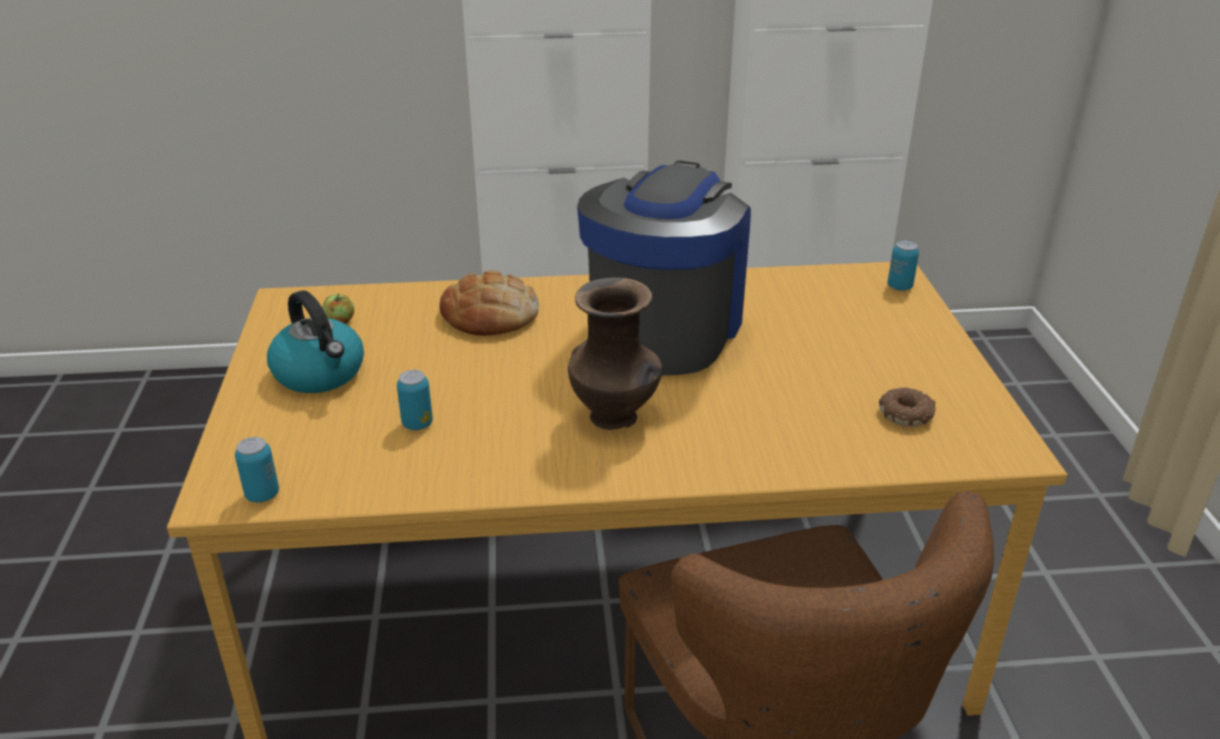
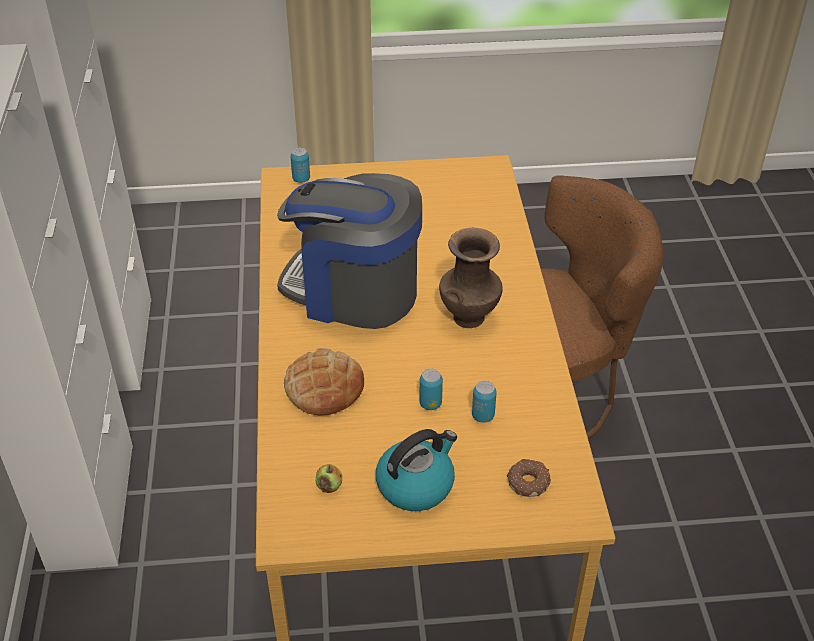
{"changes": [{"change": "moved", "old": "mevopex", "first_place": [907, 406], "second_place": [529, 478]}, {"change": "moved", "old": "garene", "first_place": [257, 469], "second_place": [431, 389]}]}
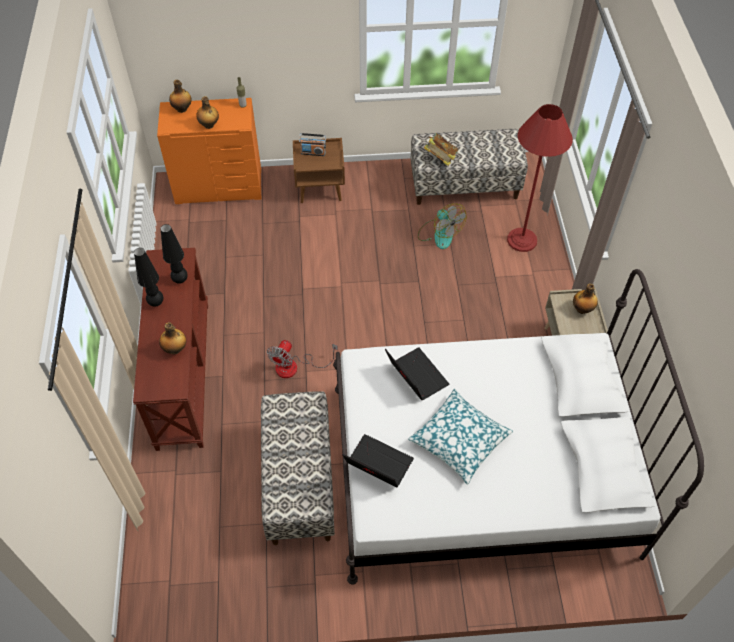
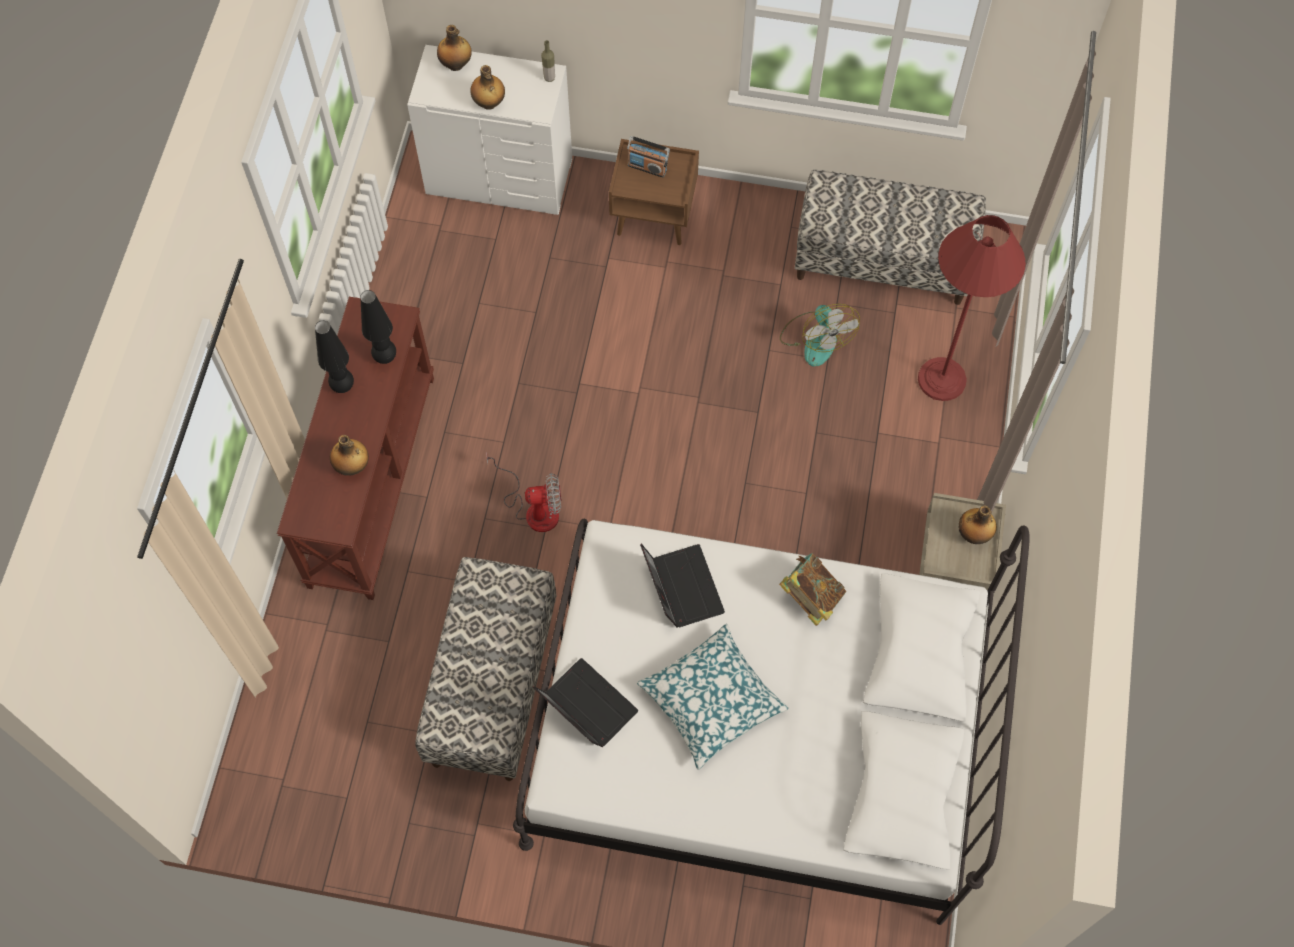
{"changes": [{"change": "recoloured", "old": "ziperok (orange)", "new": "ziperok (white)", "first_place": [209, 151], "second_place": [489, 130]}, {"change": "moved", "old": "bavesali", "first_place": [441, 149], "second_place": [812, 589]}, {"change": "turned", "old": "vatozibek", "first_place": [302, 359], "second_place": [524, 491], "degrees": -135}]}
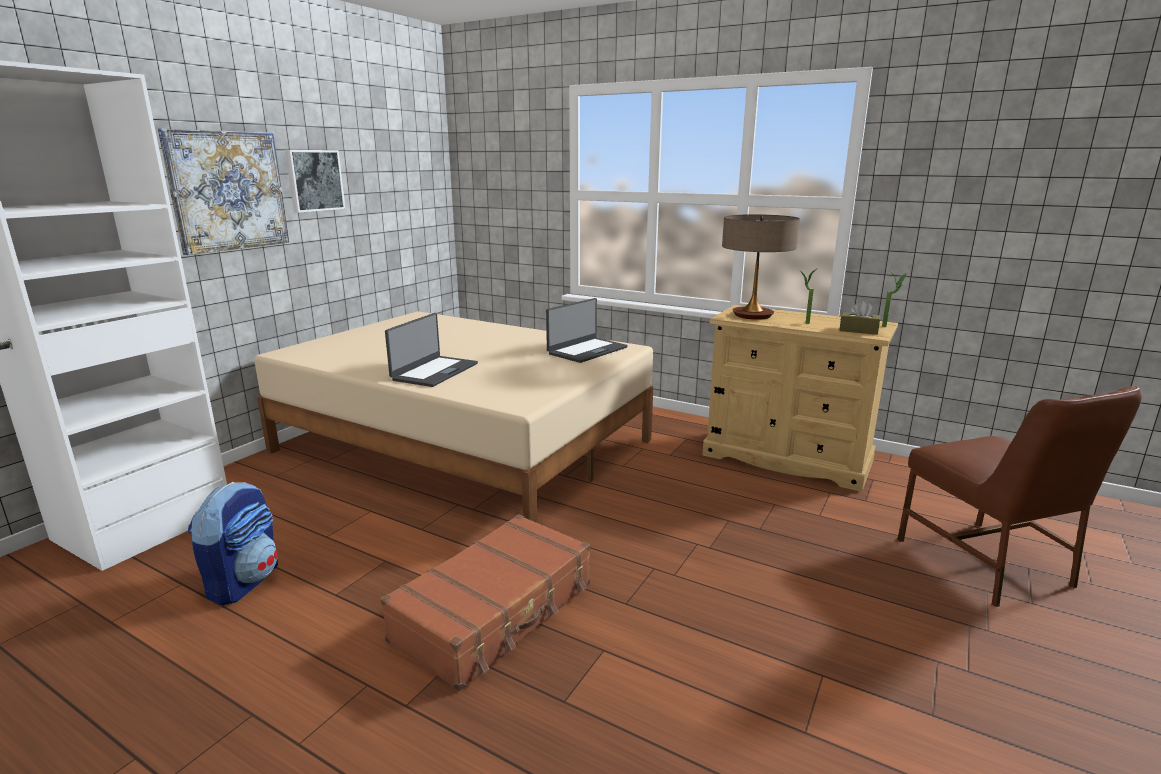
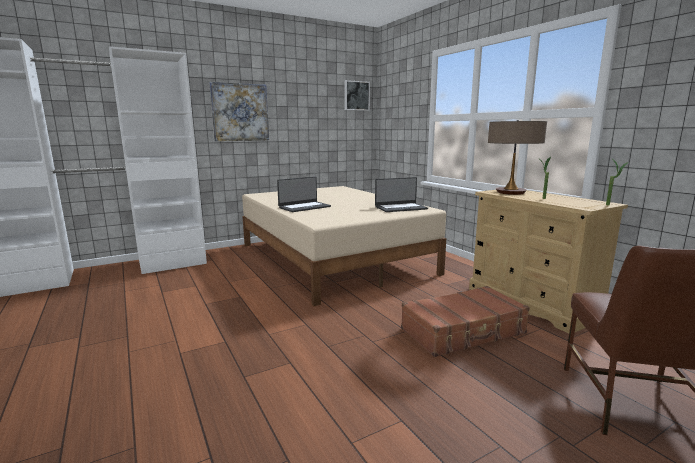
{"changes": [{"change": "moved", "old": "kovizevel", "first_place": [315, 181], "second_place": [357, 95]}, {"change": "removed", "old": "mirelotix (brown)", "first_place": [859, 318]}, {"change": "removed", "old": "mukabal", "first_place": [233, 544]}, {"change": "moved", "old": "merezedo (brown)", "first_place": [485, 602], "second_place": [465, 321]}]}
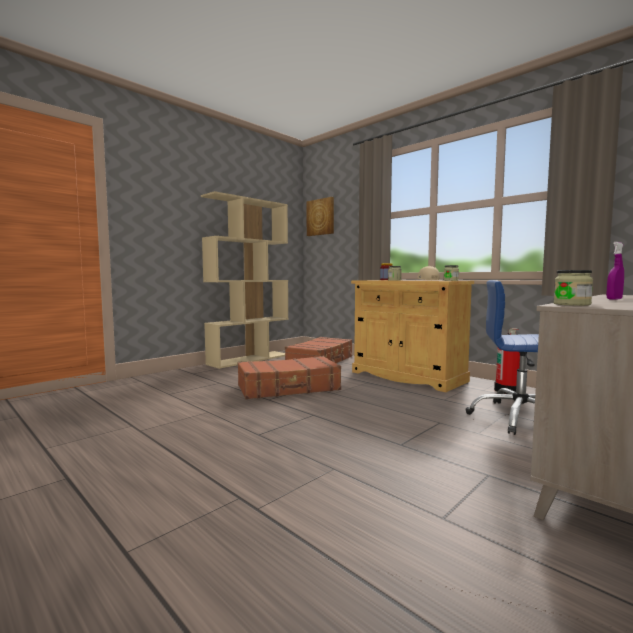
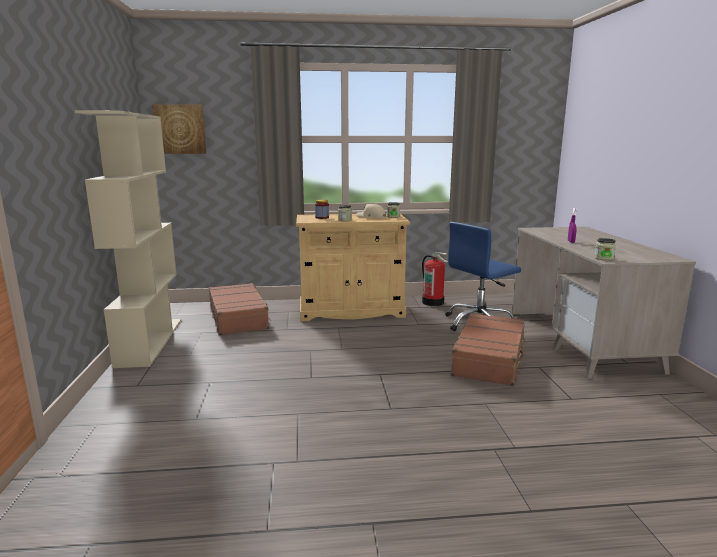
{"changes": [{"change": "moved", "old": "merezedo (brown)", "first_place": [289, 377], "second_place": [489, 349]}]}
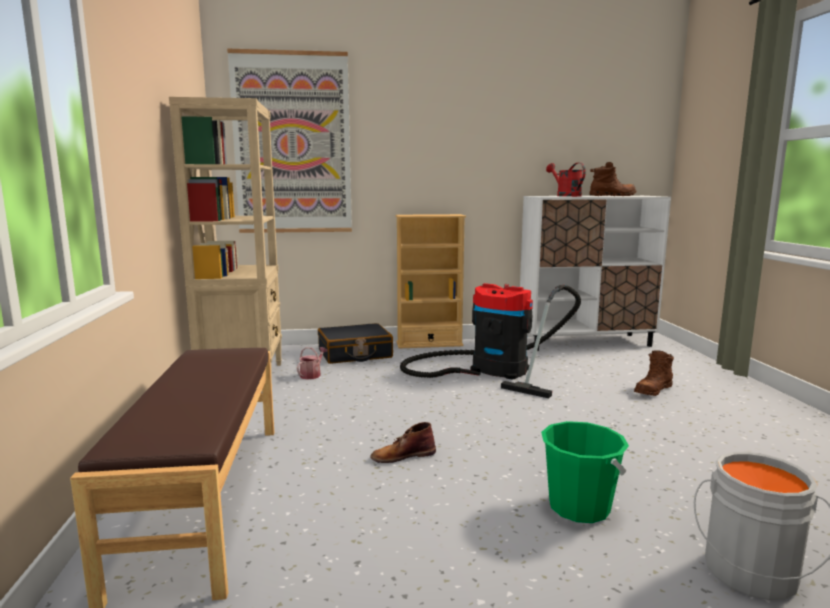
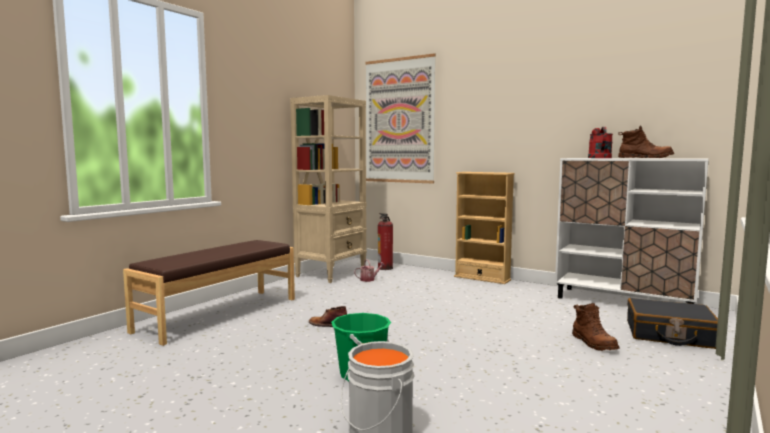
{"changes": [{"change": "removed", "old": "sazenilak", "first_place": [490, 340]}, {"change": "moved", "old": "merezedo (black)", "first_place": [355, 343], "second_place": [672, 323]}, {"change": "turned", "old": "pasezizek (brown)", "first_place": [654, 373], "second_place": [595, 327], "degrees": -105}, {"change": "added", "new": "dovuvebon", "second_place": [385, 241]}]}
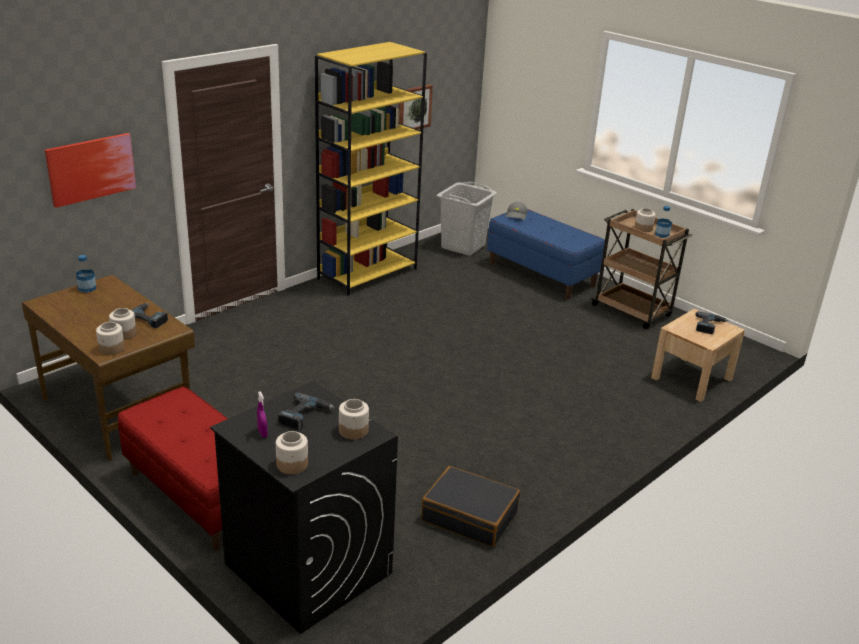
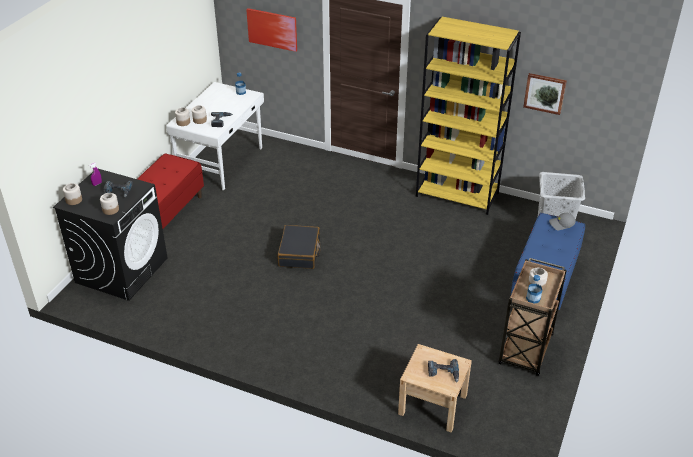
{"changes": [{"change": "recoloured", "old": "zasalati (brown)", "new": "zasalati (white)", "first_place": [108, 368], "second_place": [215, 136]}, {"change": "moved", "old": "merezedo (black)", "first_place": [470, 506], "second_place": [299, 247]}]}
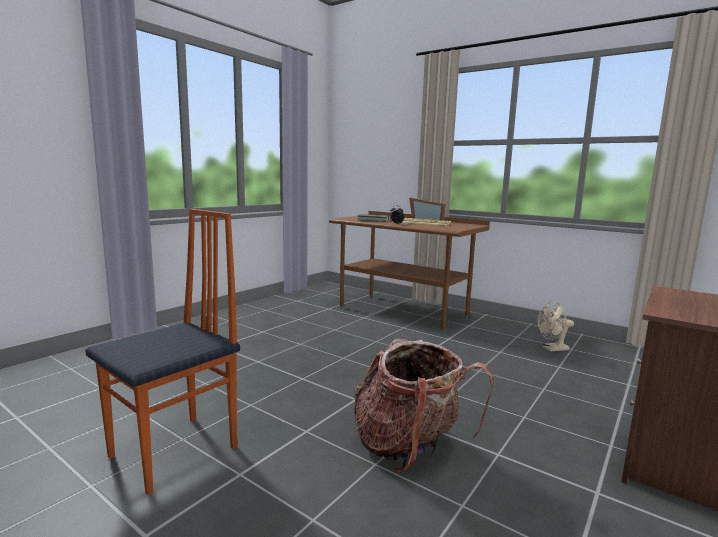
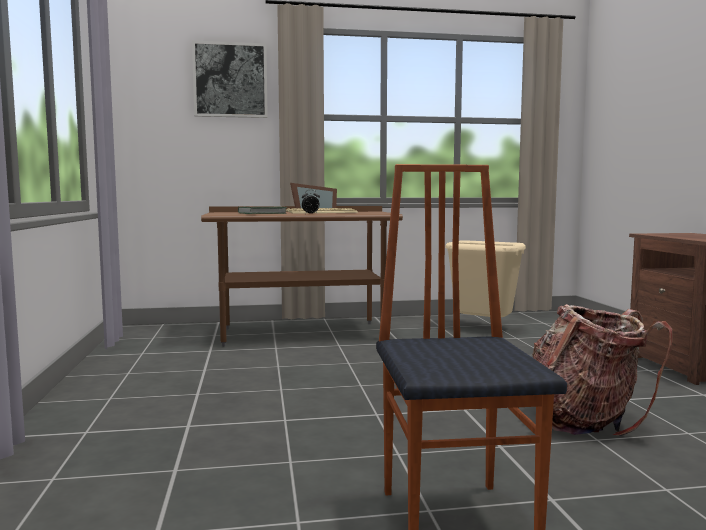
{"changes": [{"change": "replaced", "old": "vatozibek (beige)", "new": "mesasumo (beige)", "first_place": [556, 327], "second_place": [485, 278]}, {"change": "added", "new": "kovizevel", "second_place": [230, 79]}]}
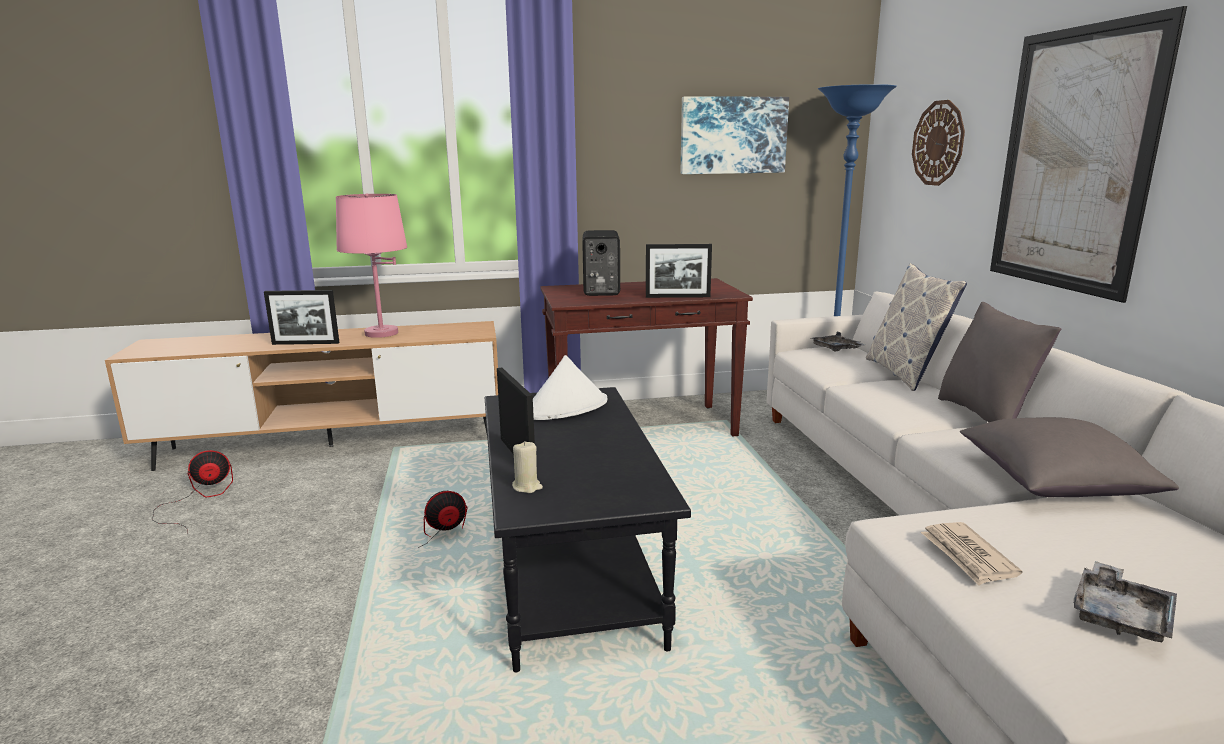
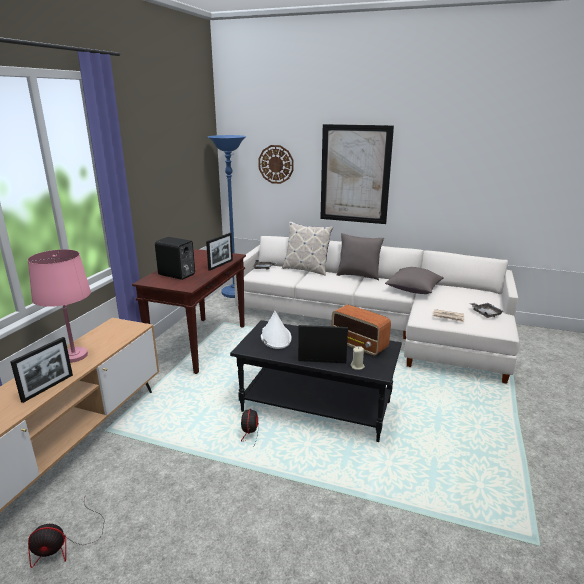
{"changes": [{"change": "removed", "old": "kovizevel", "first_place": [735, 135]}, {"change": "turned", "old": "vatozibek", "first_place": [192, 492], "second_place": [66, 533], "degrees": -105}, {"change": "added", "new": "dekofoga", "second_place": [361, 330]}]}
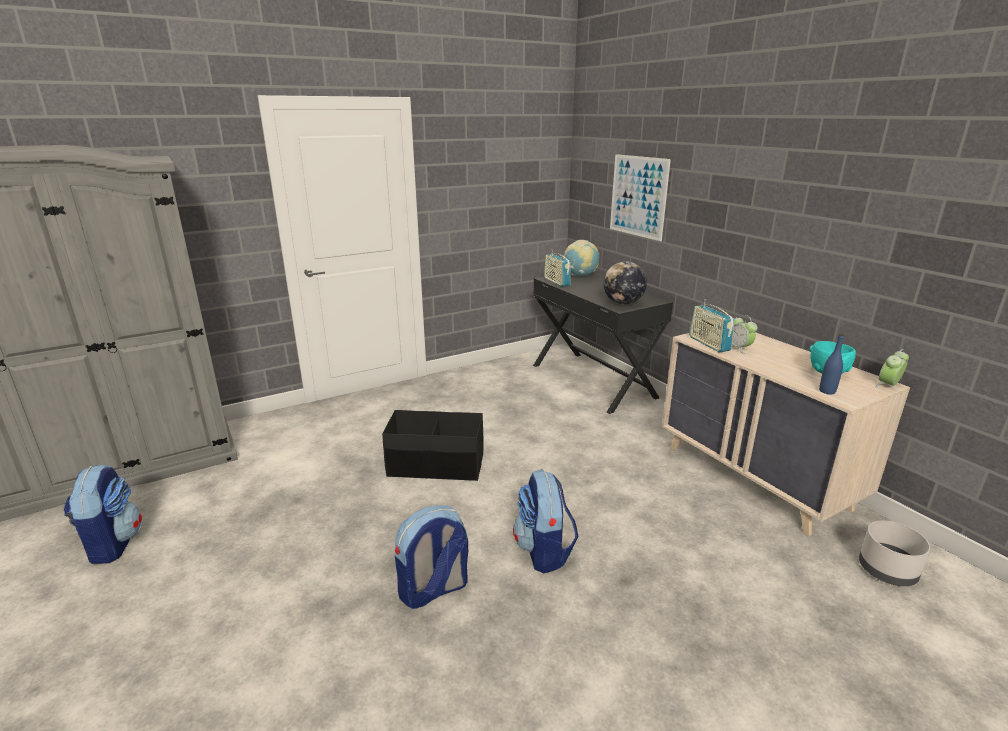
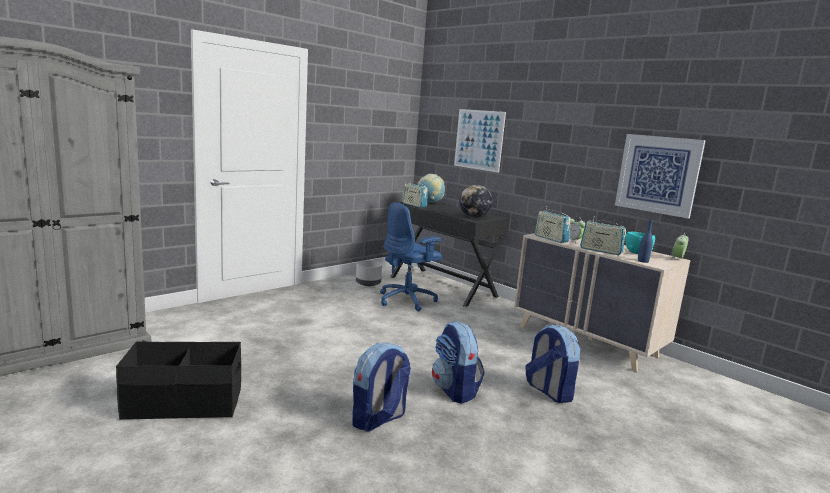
{"changes": [{"change": "moved", "old": "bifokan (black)", "first_place": [433, 445], "second_place": [178, 381]}, {"change": "moved", "old": "mukabal", "first_place": [103, 514], "second_place": [553, 363]}, {"change": "moved", "old": "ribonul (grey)", "first_place": [895, 553], "second_place": [369, 273]}, {"change": "added", "new": "kovizevel", "second_place": [660, 176]}, {"change": "added", "new": "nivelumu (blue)", "second_place": [411, 256]}, {"change": "added", "new": "dekofoga", "second_place": [603, 235]}]}
